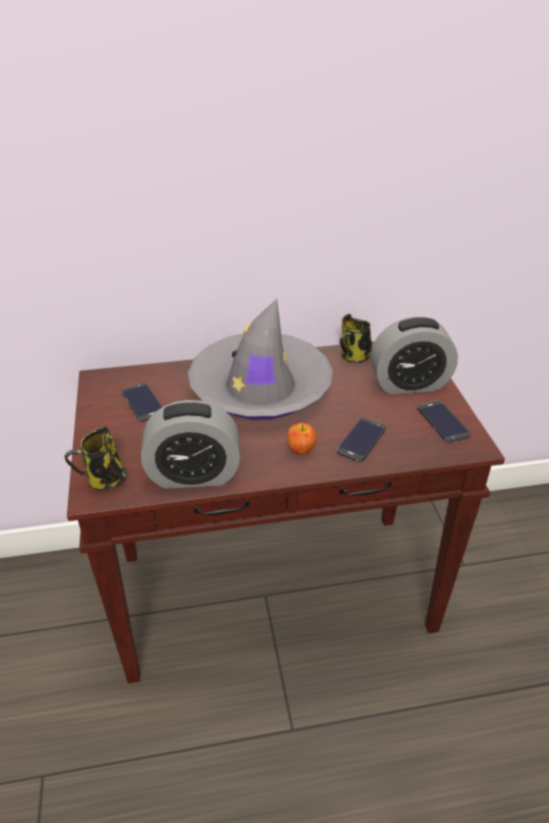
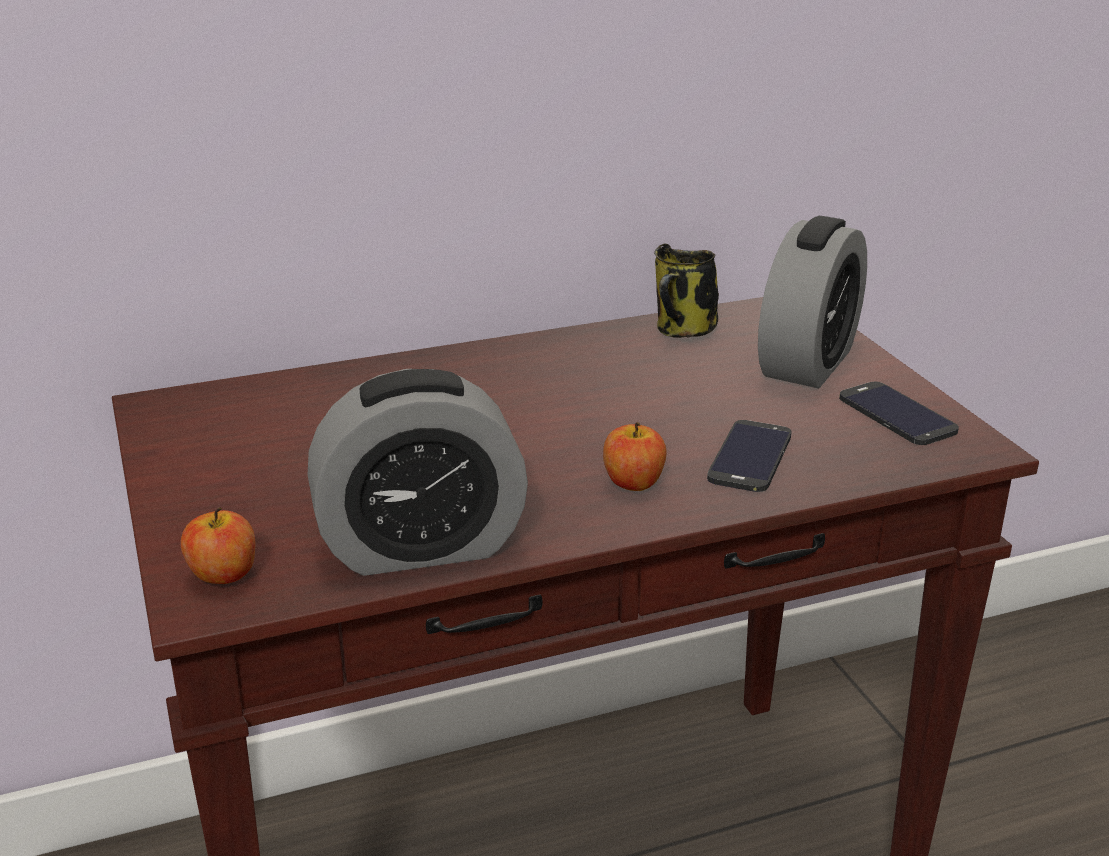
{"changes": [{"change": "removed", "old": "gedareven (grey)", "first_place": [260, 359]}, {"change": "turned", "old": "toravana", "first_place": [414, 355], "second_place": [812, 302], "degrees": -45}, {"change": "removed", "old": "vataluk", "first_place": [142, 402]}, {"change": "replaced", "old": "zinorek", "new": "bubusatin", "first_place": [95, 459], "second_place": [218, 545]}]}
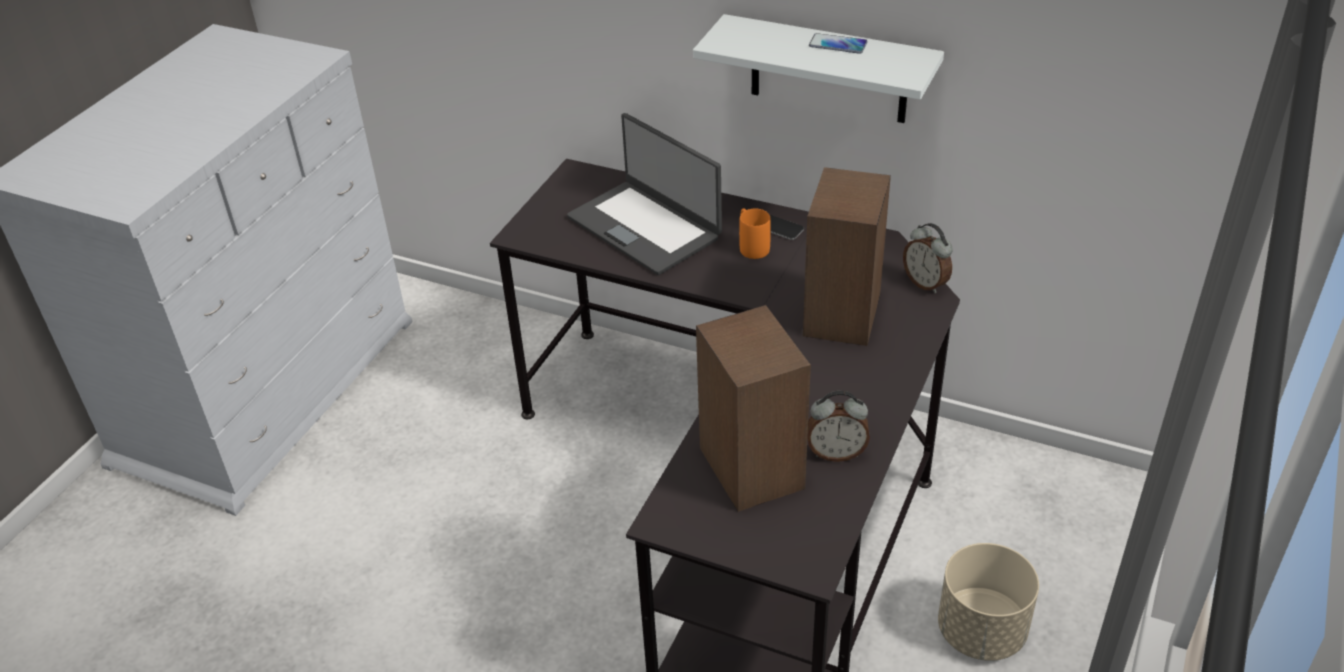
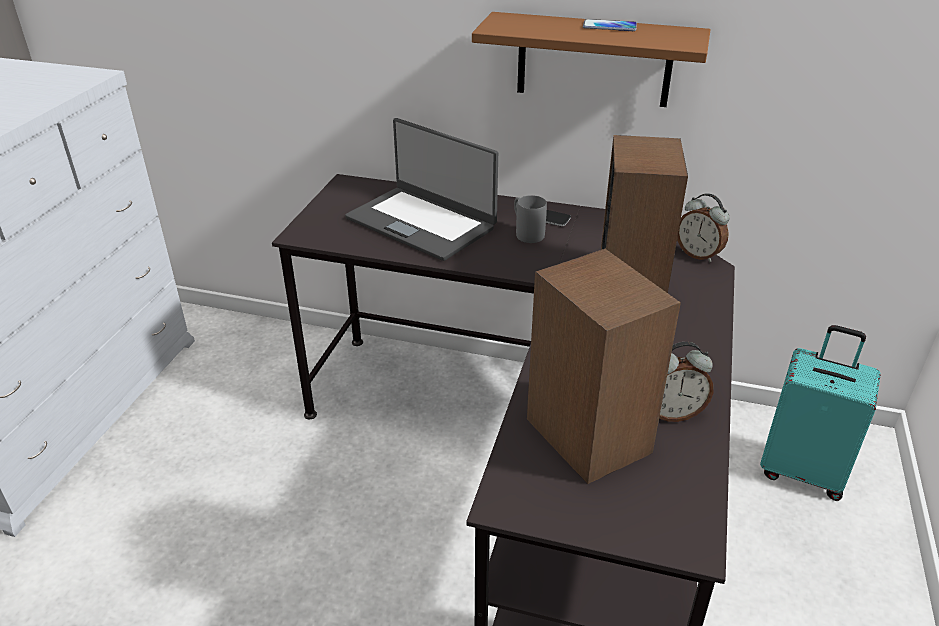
{"changes": [{"change": "recoloured", "old": "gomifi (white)", "new": "gomifi (brown)", "first_place": [818, 68], "second_place": [591, 59]}, {"change": "recoloured", "old": "zinorek (orange)", "new": "zinorek (grey)", "first_place": [755, 233], "second_place": [530, 219]}, {"change": "removed", "old": "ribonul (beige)", "first_place": [988, 602]}, {"change": "added", "new": "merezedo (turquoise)", "second_place": [820, 413]}]}
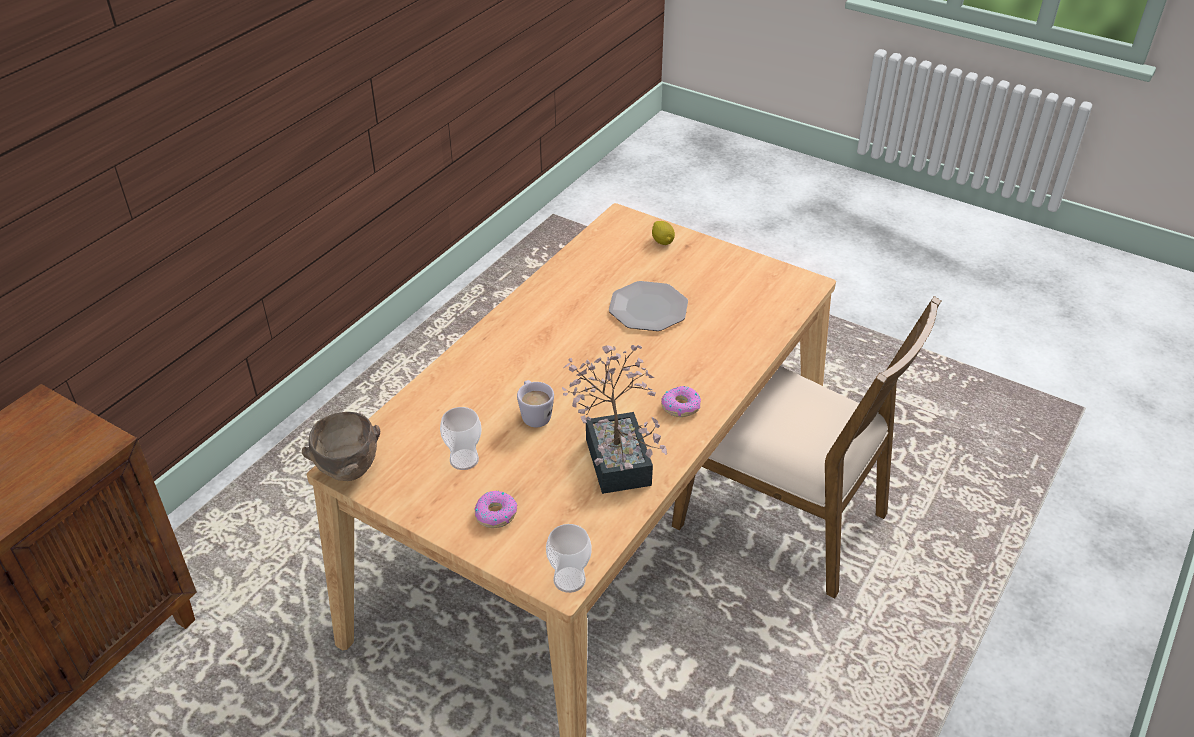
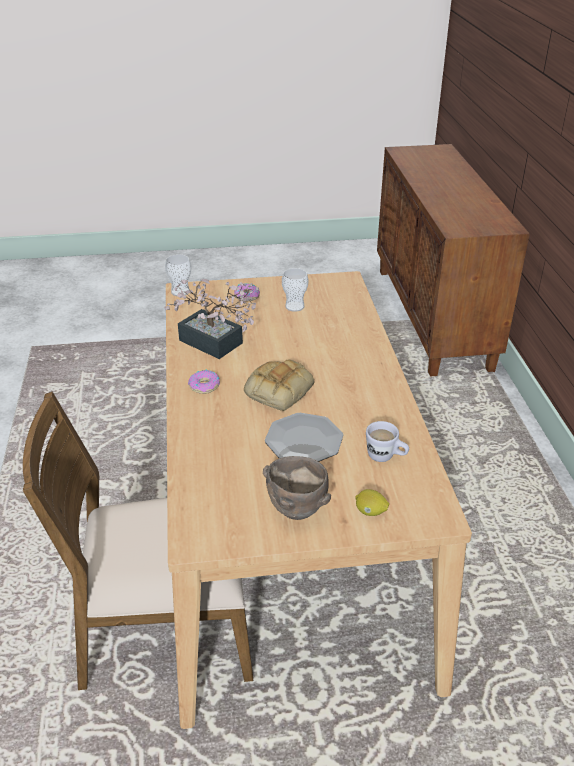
{"changes": [{"change": "moved", "old": "zinorek (white)", "first_place": [535, 404], "second_place": [387, 441]}, {"change": "moved", "old": "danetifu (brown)", "first_place": [341, 446], "second_place": [297, 488]}, {"change": "added", "new": "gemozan", "second_place": [279, 385]}]}
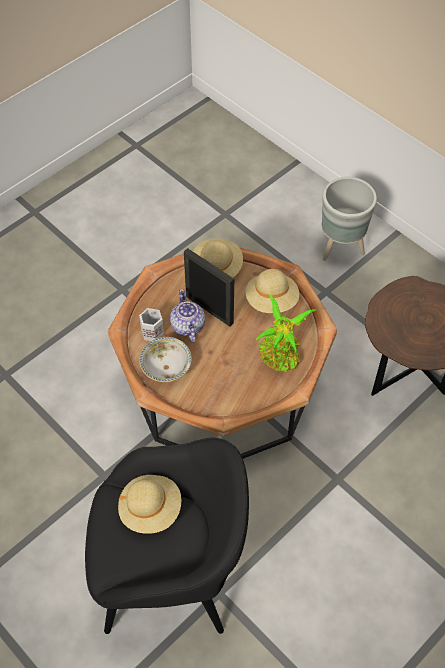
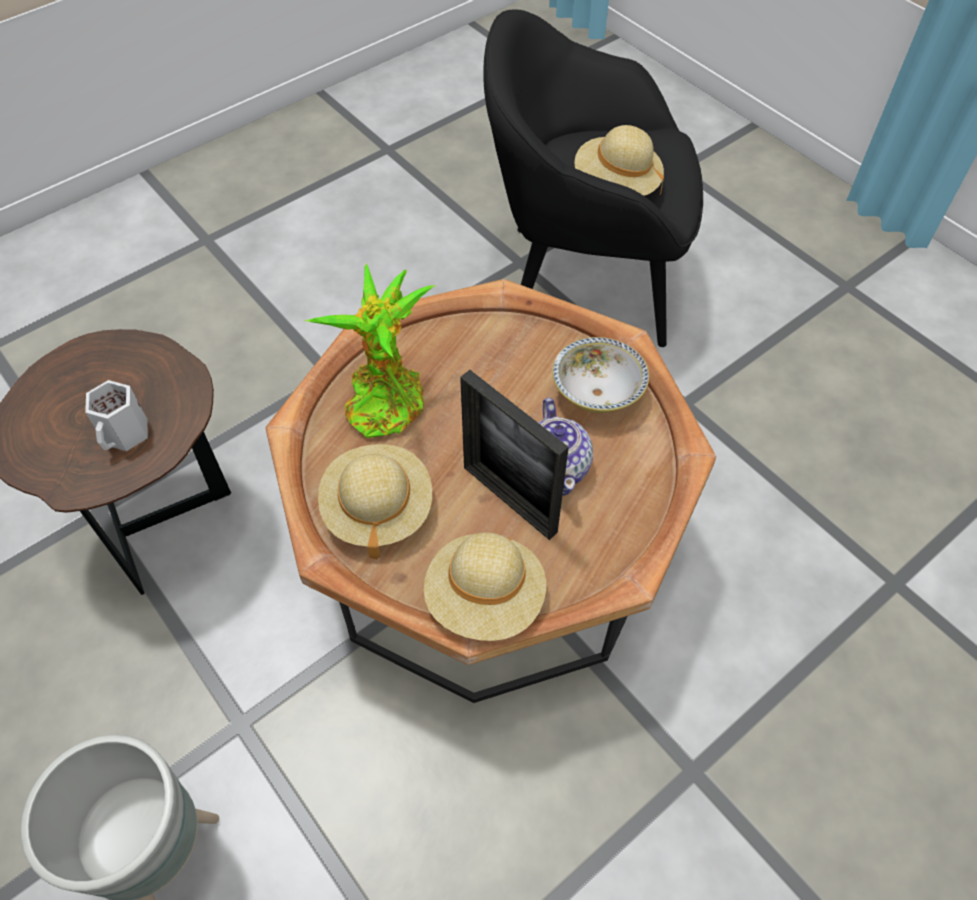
{"changes": [{"change": "moved", "old": "zinorek (white)", "first_place": [151, 324], "second_place": [116, 415]}]}
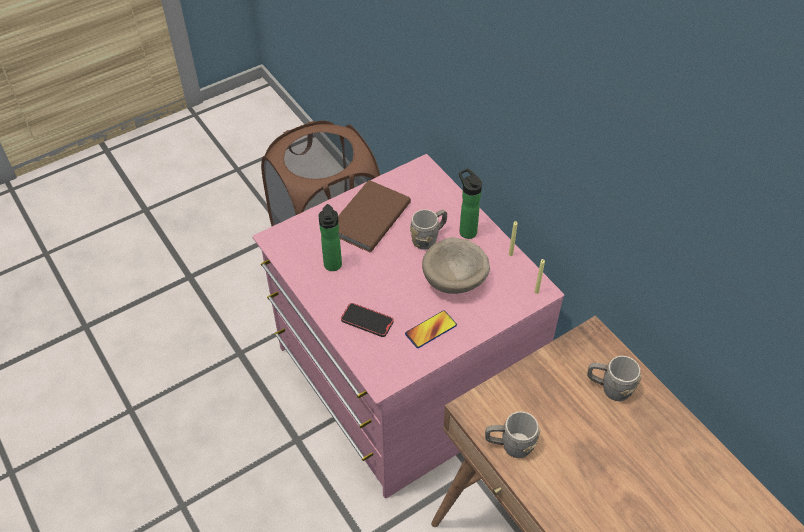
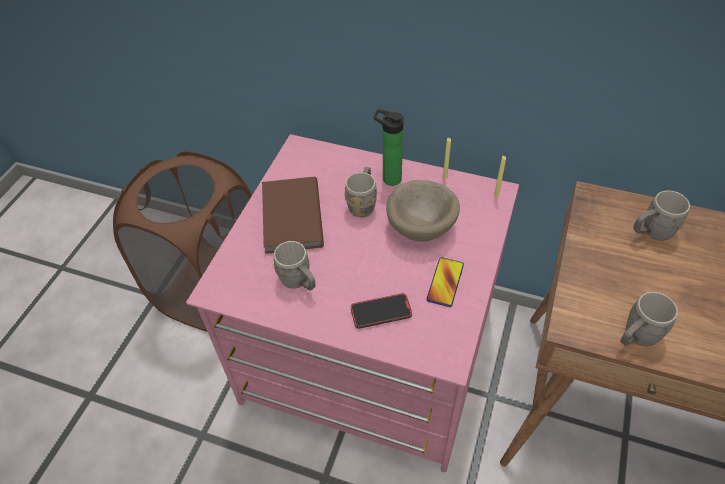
{"changes": [{"change": "replaced", "old": "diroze", "new": "zinorek (grey)", "first_place": [330, 237], "second_place": [295, 266]}]}
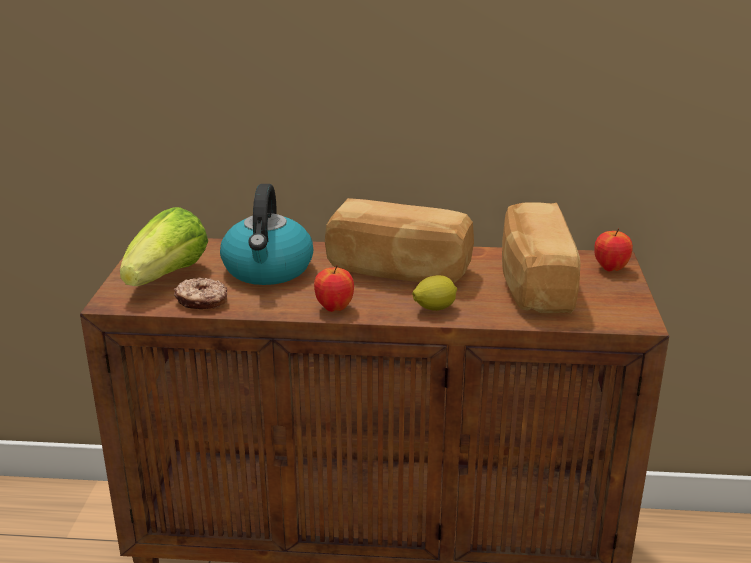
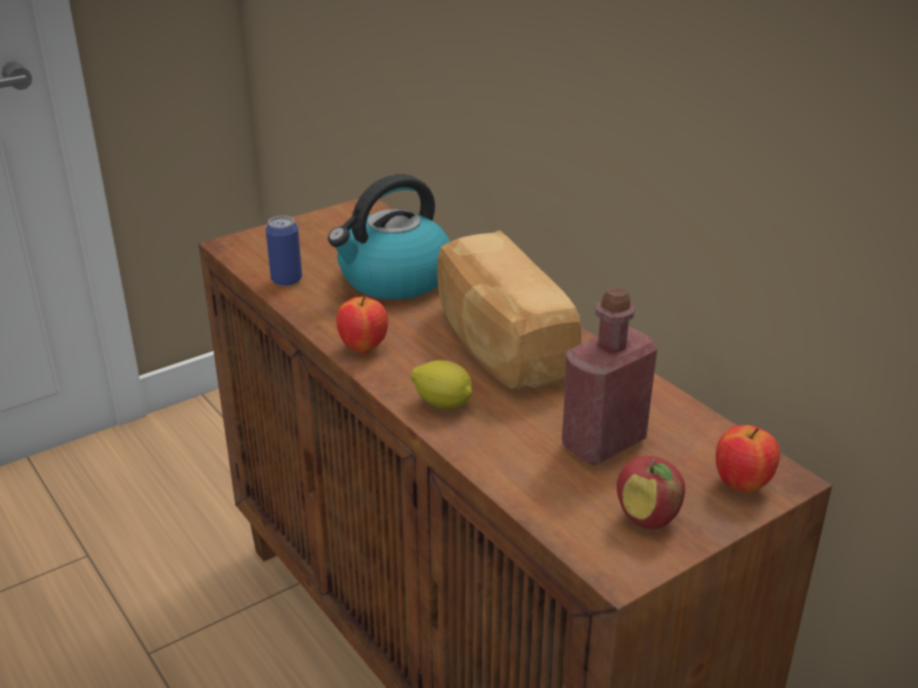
{"changes": [{"change": "replaced", "old": "gemozan", "new": "diroze (red)", "first_place": [541, 257], "second_place": [609, 376]}, {"change": "removed", "old": "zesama", "first_place": [164, 246]}, {"change": "replaced", "old": "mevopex", "new": "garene", "first_place": [200, 293], "second_place": [284, 251]}, {"change": "added", "new": "bubusatin", "second_place": [651, 492]}]}
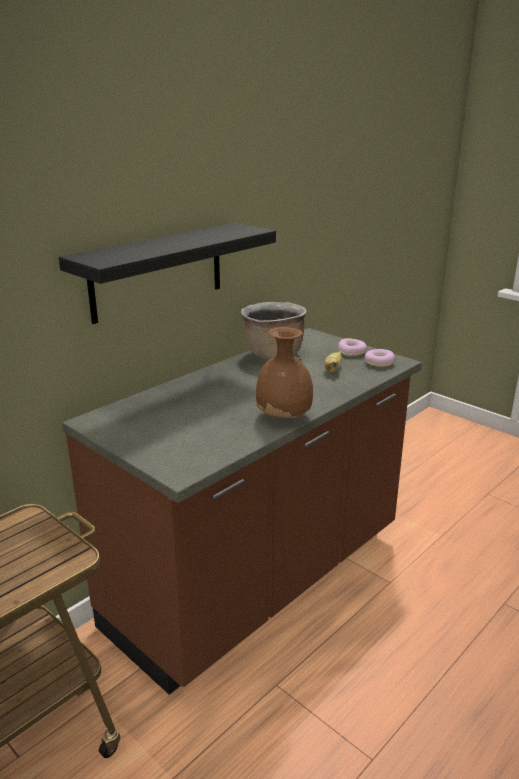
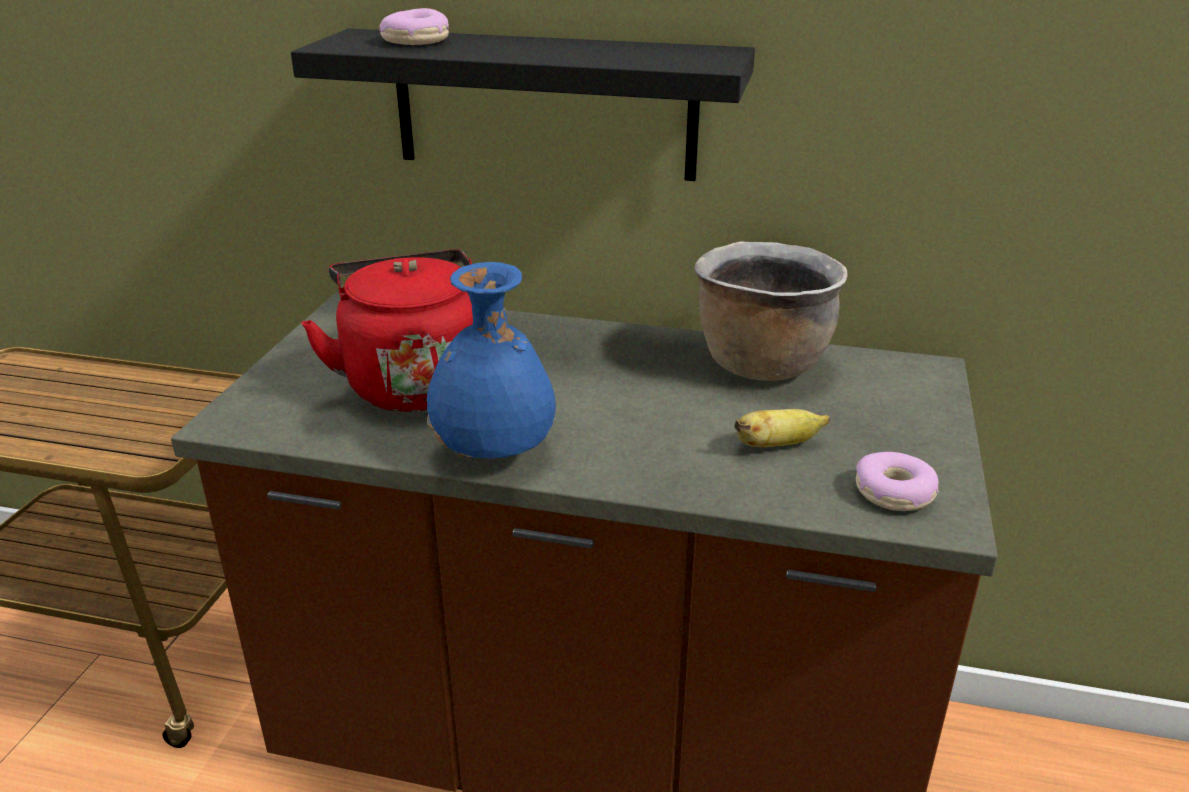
{"changes": [{"change": "recoloured", "old": "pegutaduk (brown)", "new": "pegutaduk (blue)", "first_place": [284, 372], "second_place": [491, 361]}, {"change": "moved", "old": "mevopex", "first_place": [352, 347], "second_place": [414, 26]}, {"change": "added", "new": "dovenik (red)", "second_place": [387, 330]}]}
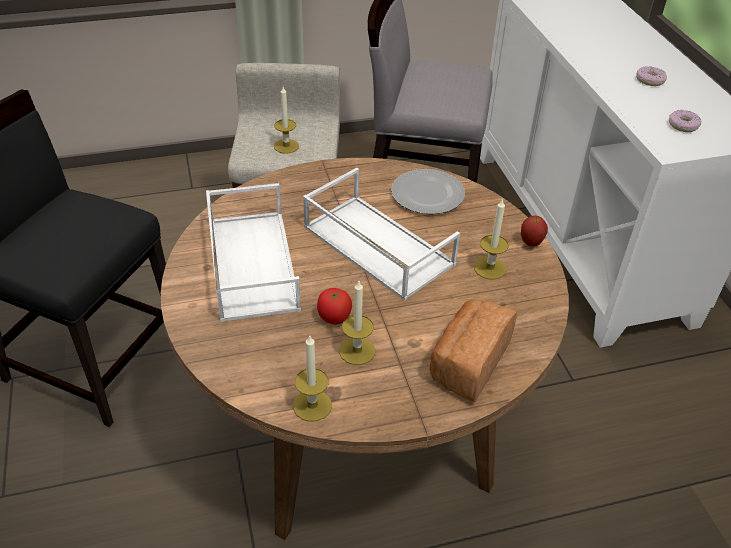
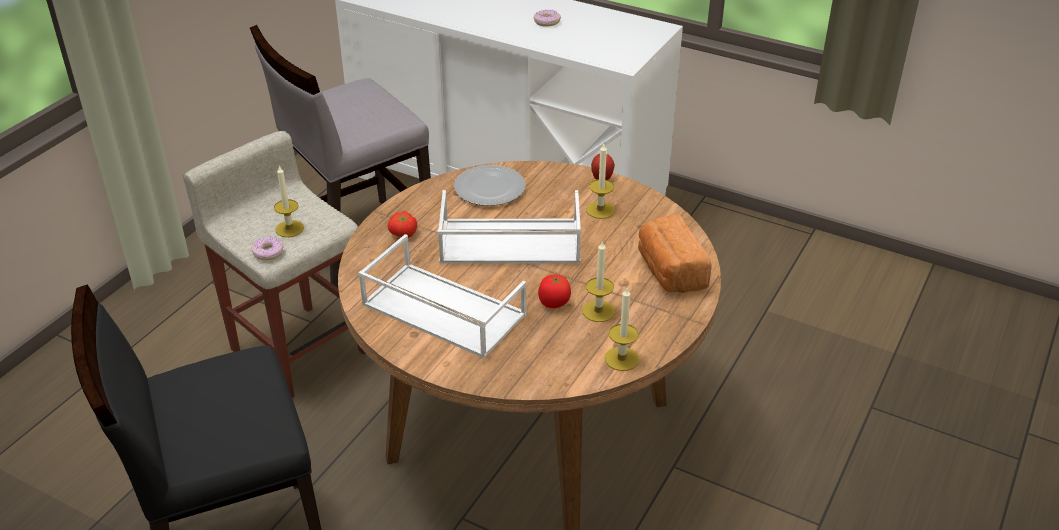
{"changes": [{"change": "moved", "old": "mevopex", "first_place": [685, 120], "second_place": [268, 248]}, {"change": "added", "new": "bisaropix", "second_place": [402, 224]}]}
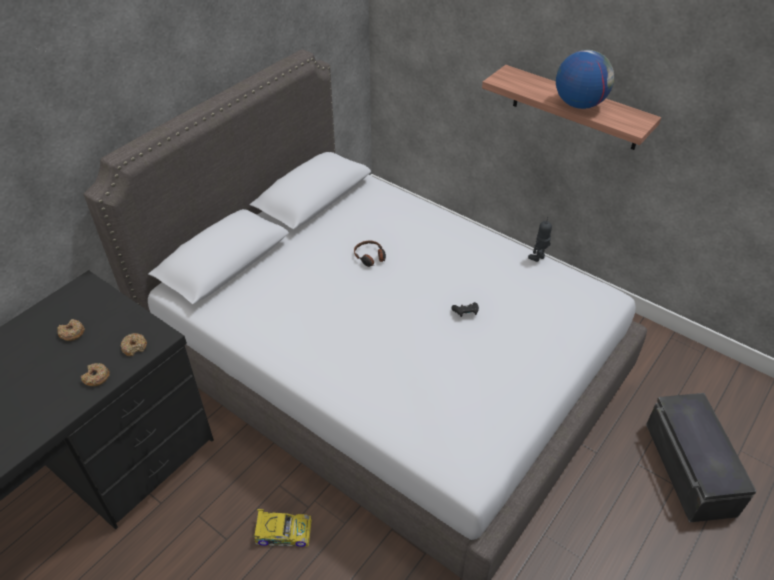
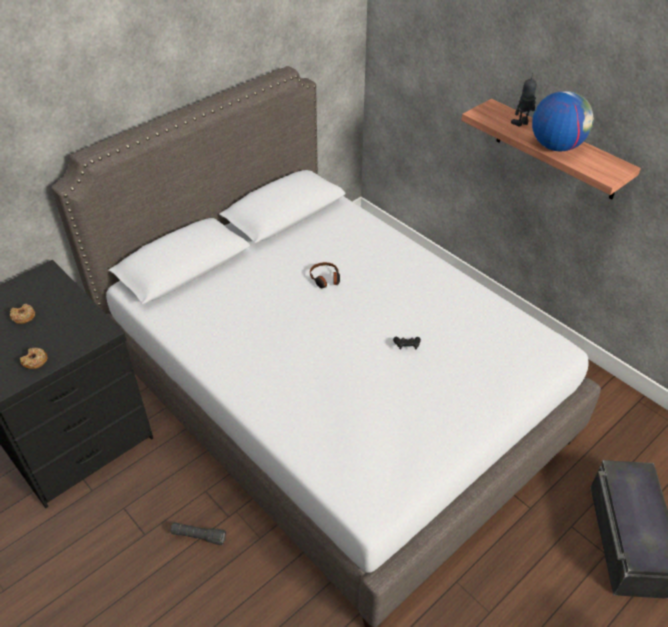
{"changes": [{"change": "moved", "old": "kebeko", "first_place": [540, 239], "second_place": [524, 99]}, {"change": "removed", "old": "mevopex", "first_place": [134, 344]}, {"change": "replaced", "old": "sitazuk", "new": "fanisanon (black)", "first_place": [282, 528], "second_place": [198, 533]}]}
